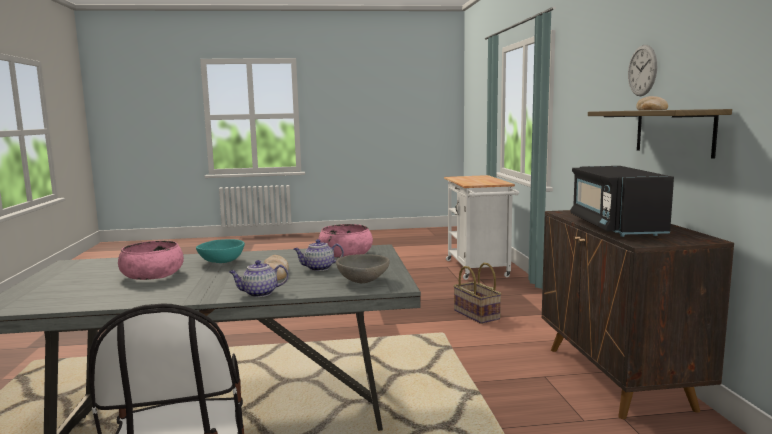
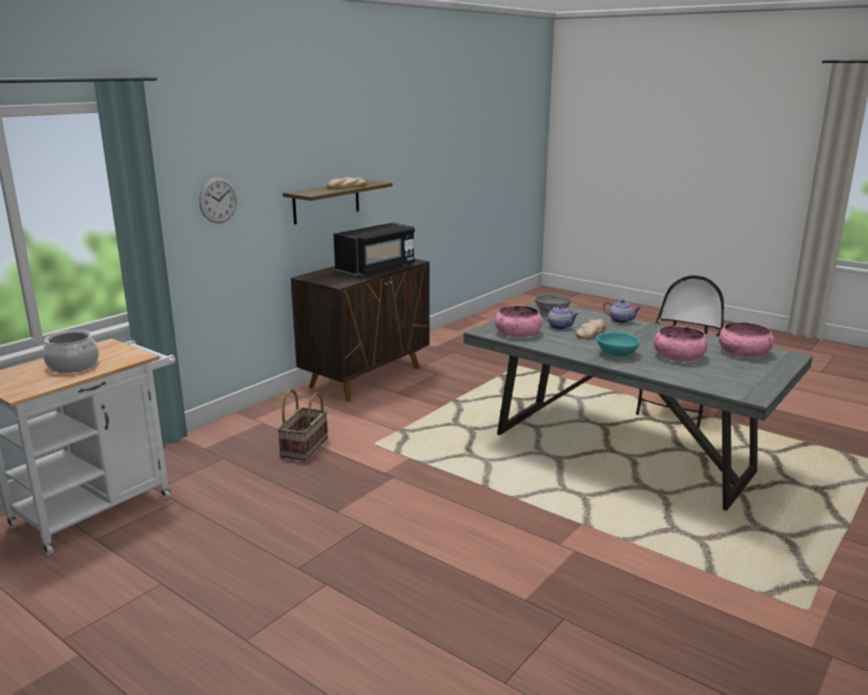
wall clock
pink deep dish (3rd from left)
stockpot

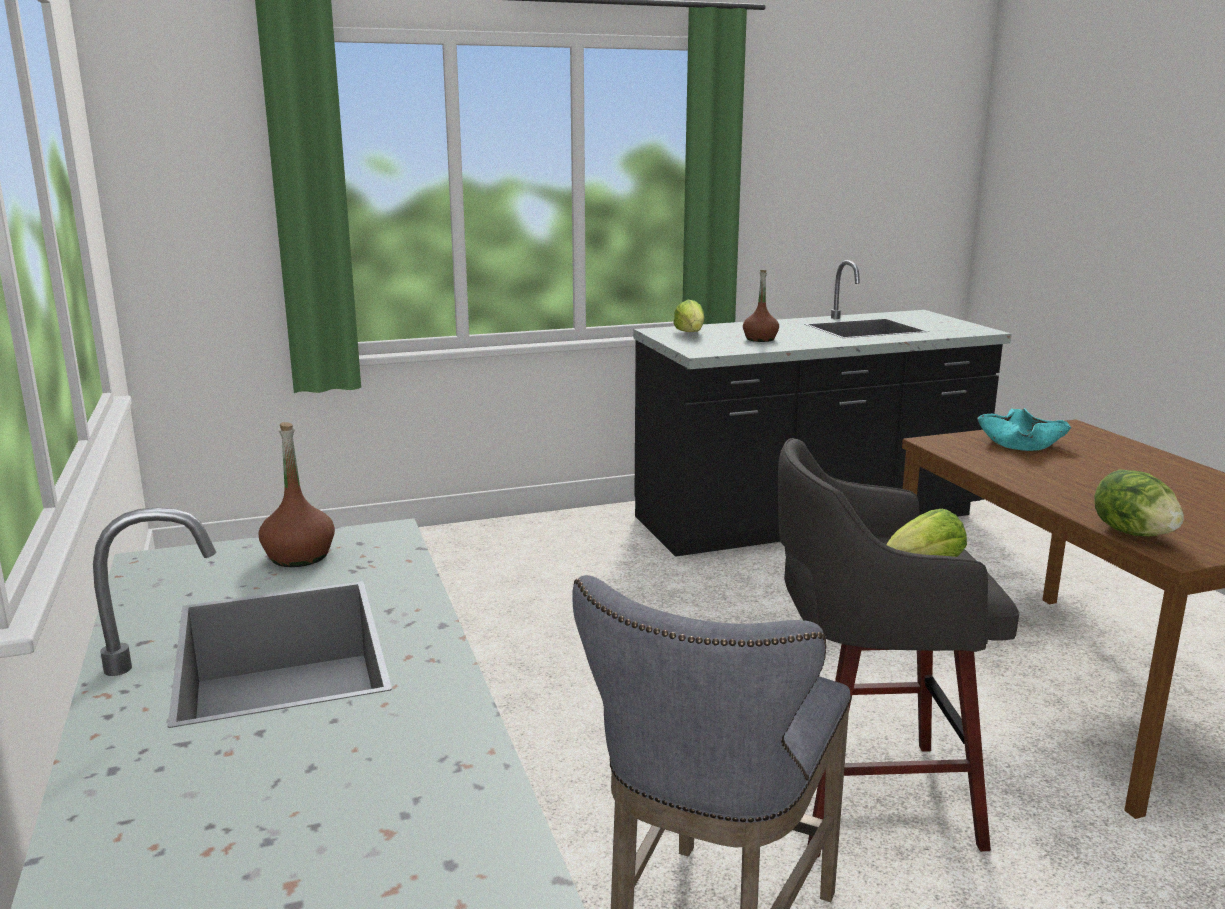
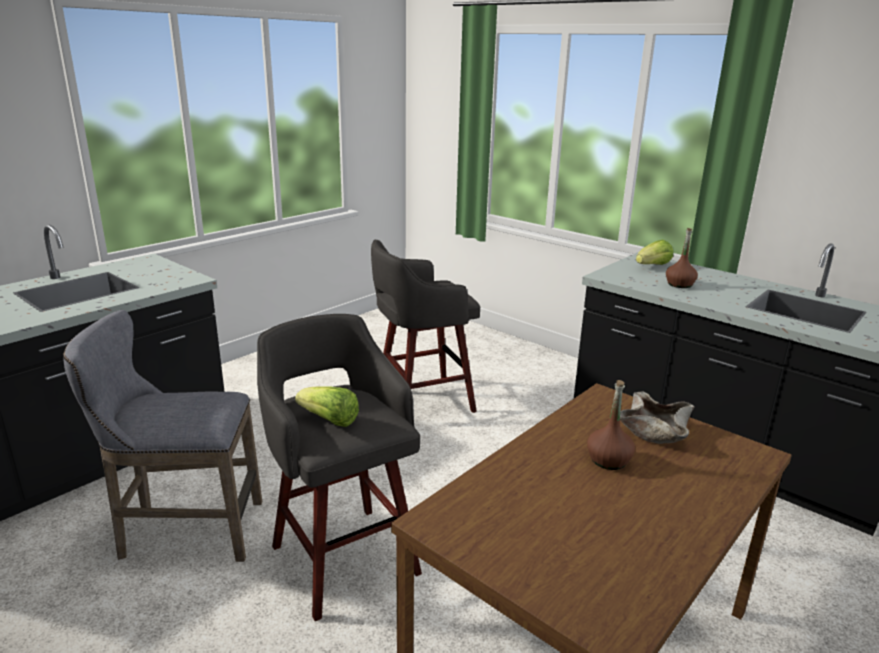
beige-coloured deep dish
brownish bottle (1st from left)
head of lettuce (3rd from left in the first image)
gray sitting stool (3rd from left)

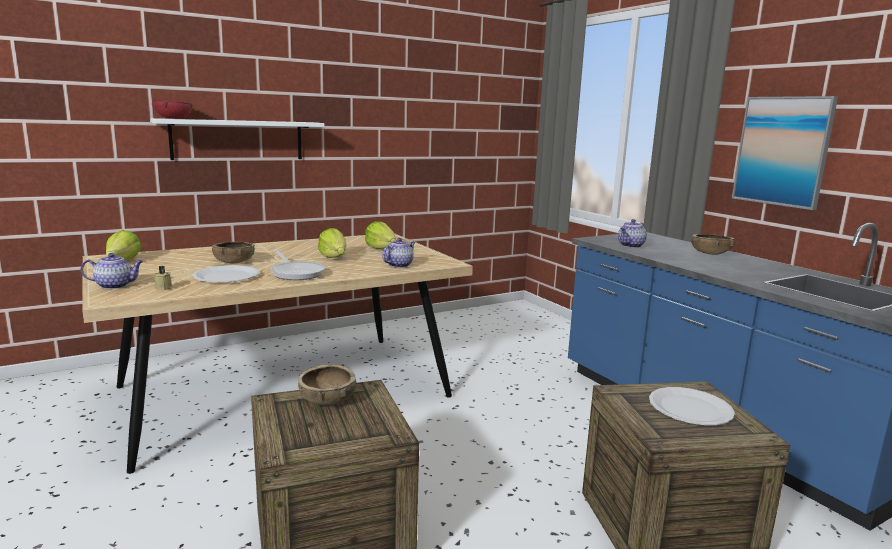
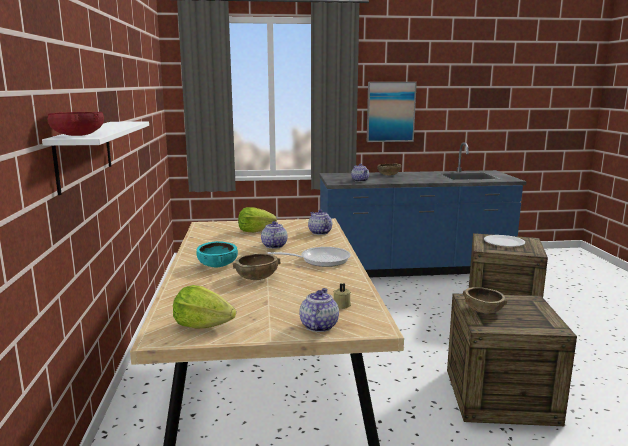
tea pot (1st from left)
white plate (1st from left in the first image)
turquoise-coloured deep dish

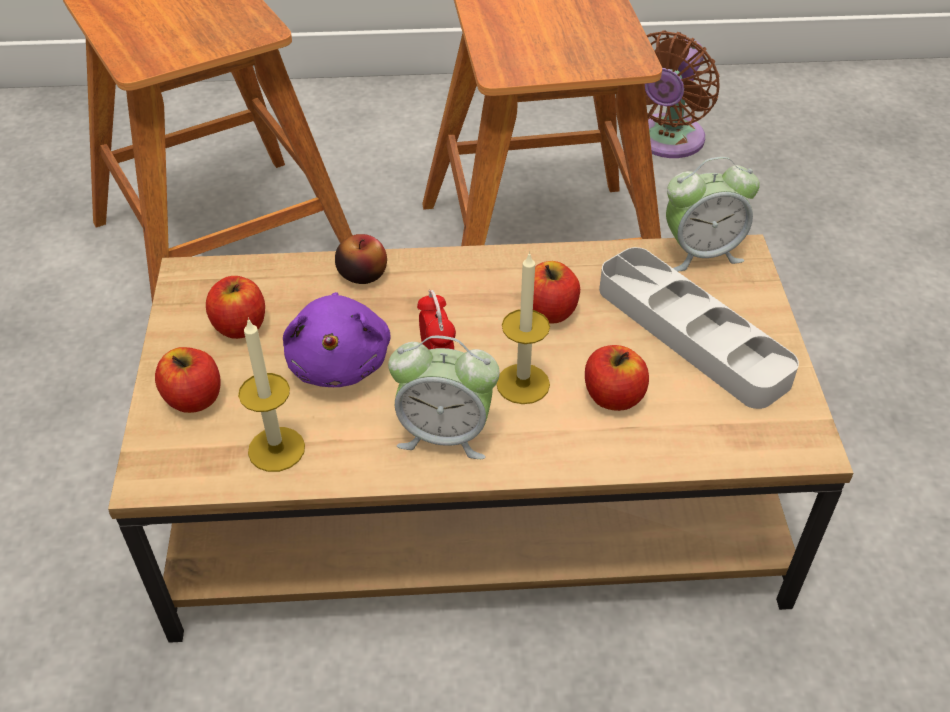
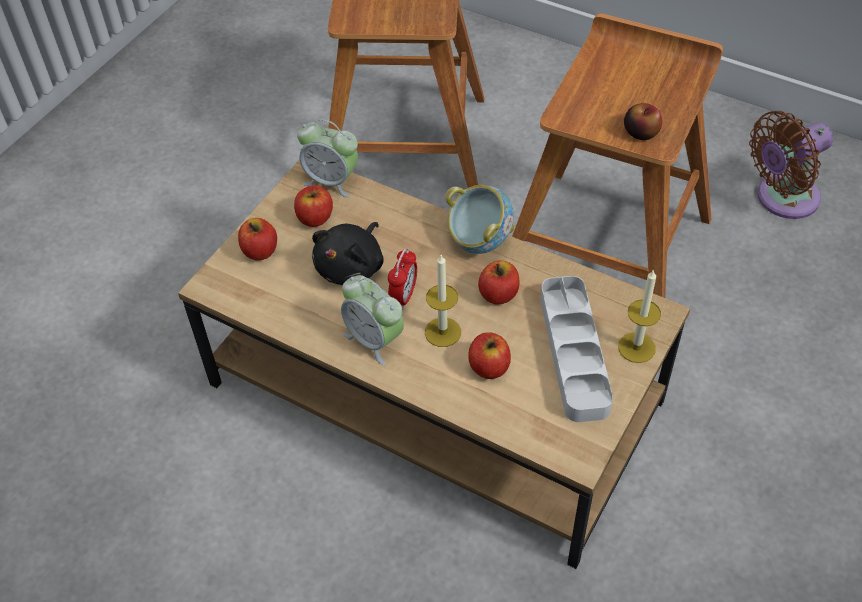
alarm clock (1st from left)
apple (5th from left)
black plush toy
wax candle (2nd from left)
deep dish

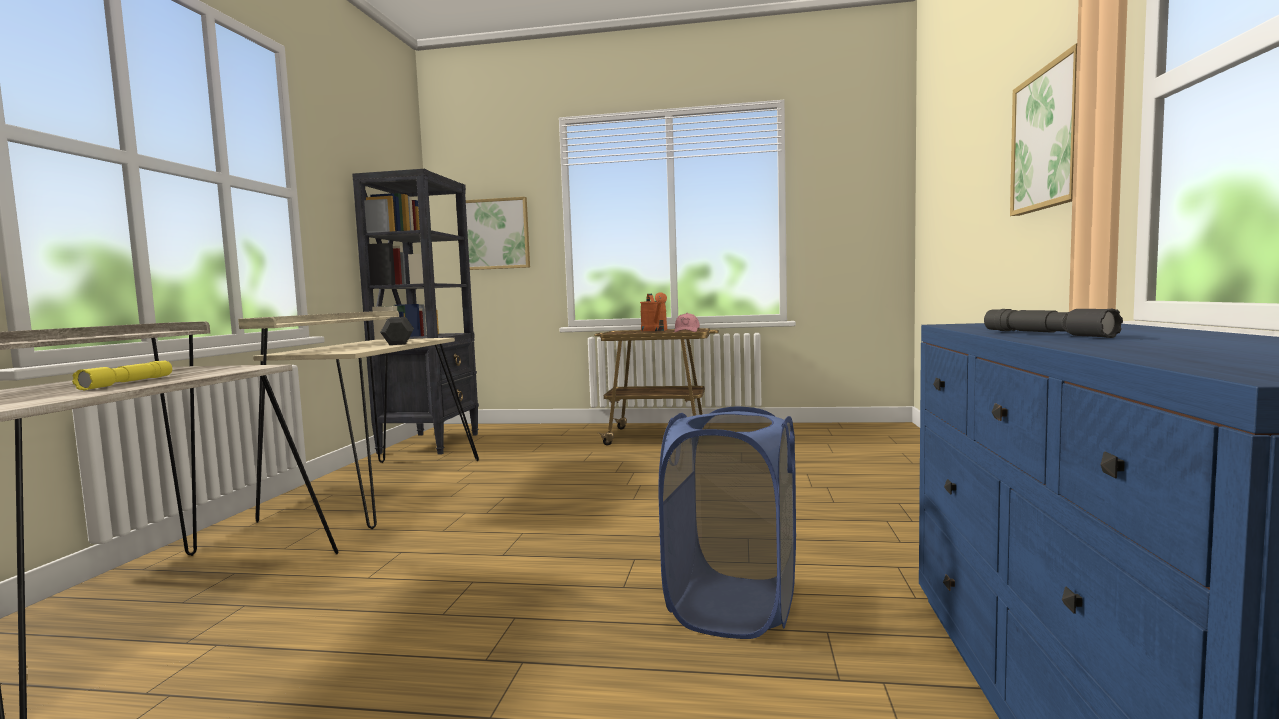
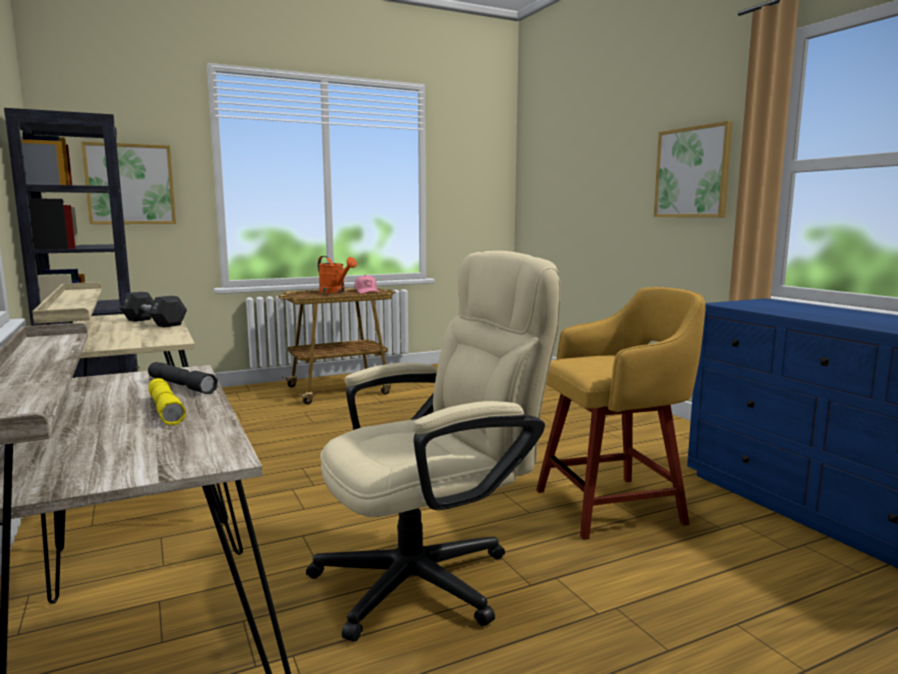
gray torch
yellow sitting stool
beige-coloured desk chair

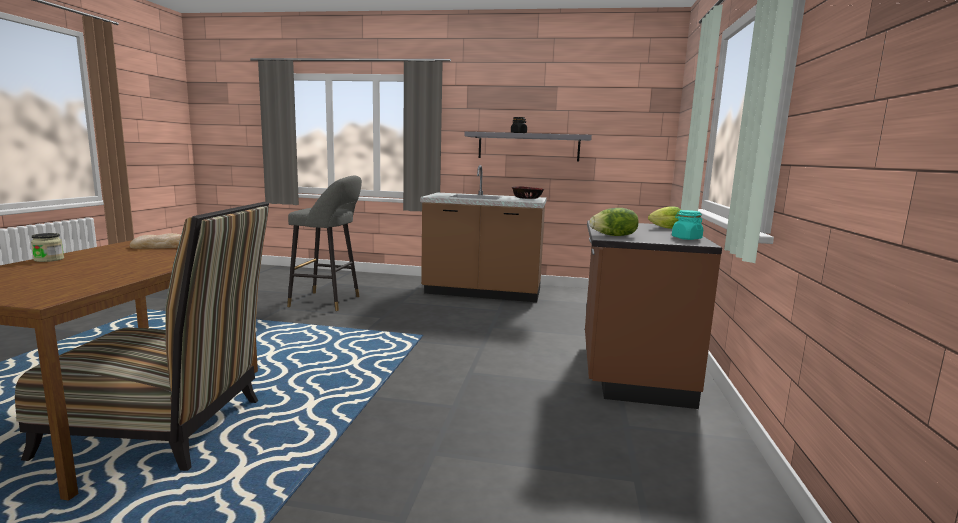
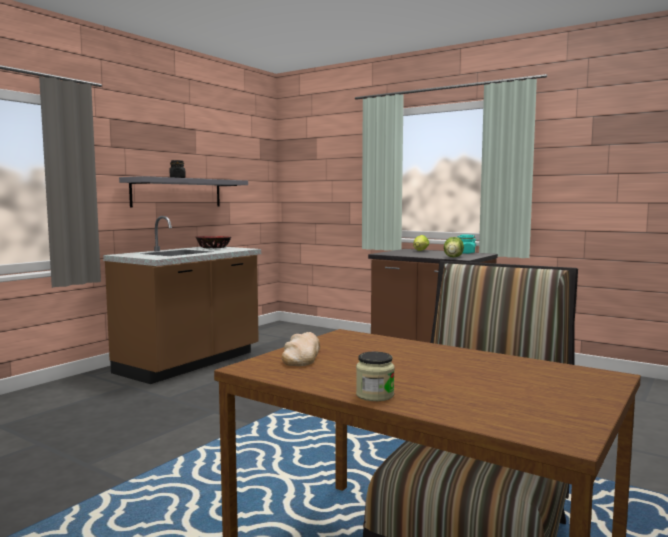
gray sitting stool

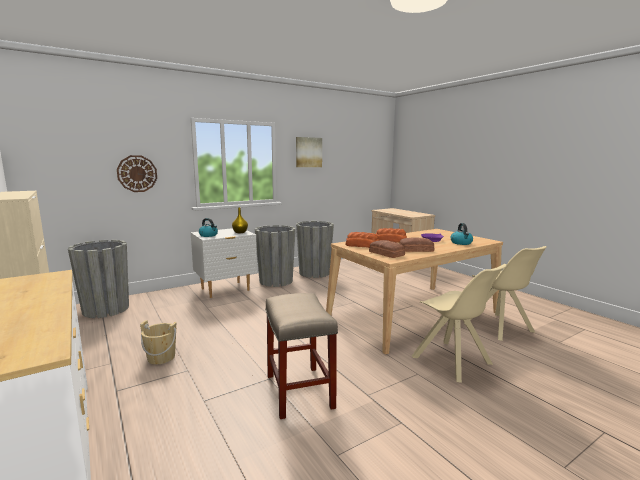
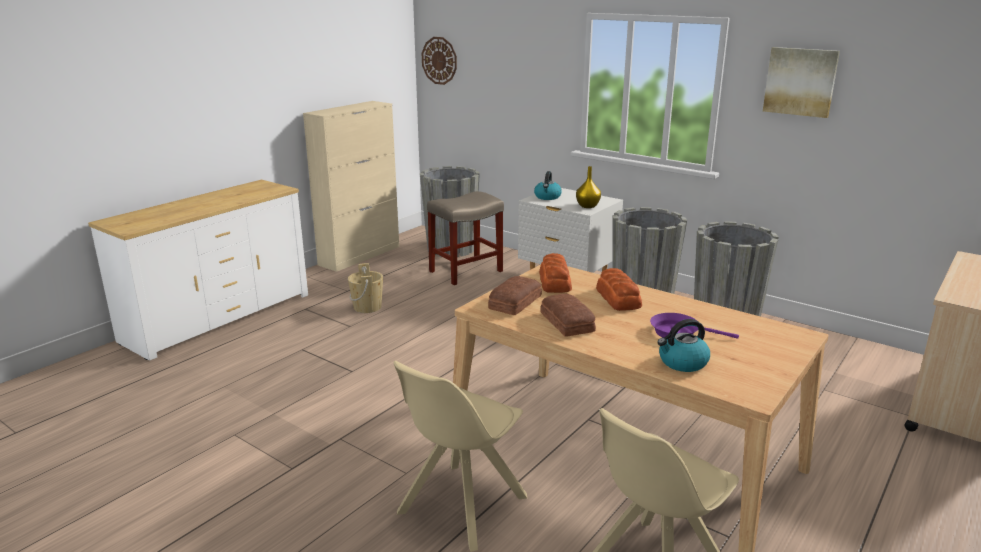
wall clock
beige-coloured sitting stool

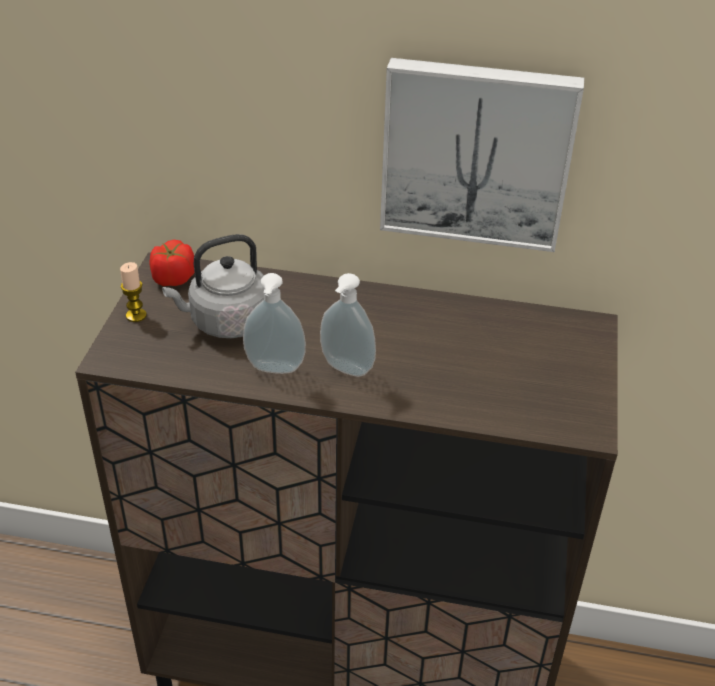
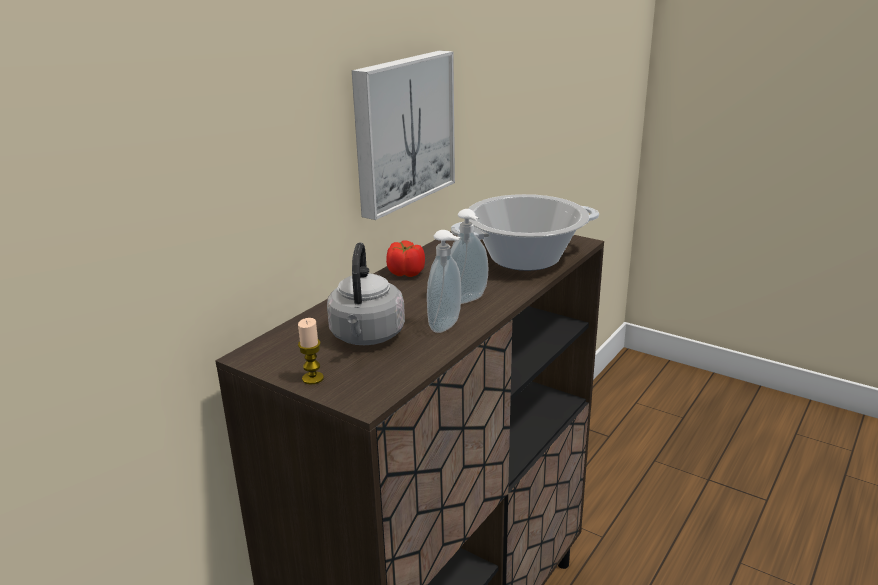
fresh tomato
stockpot

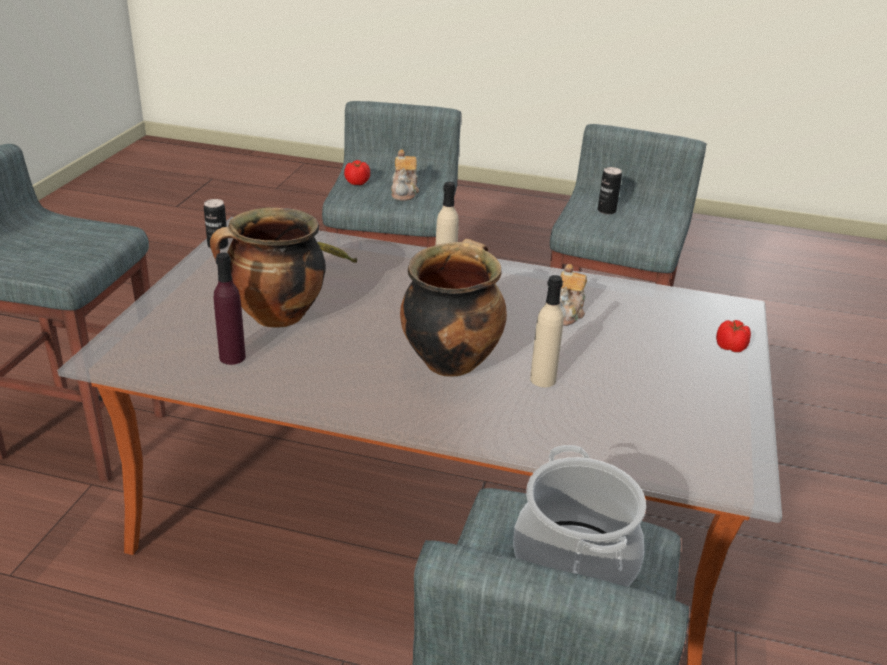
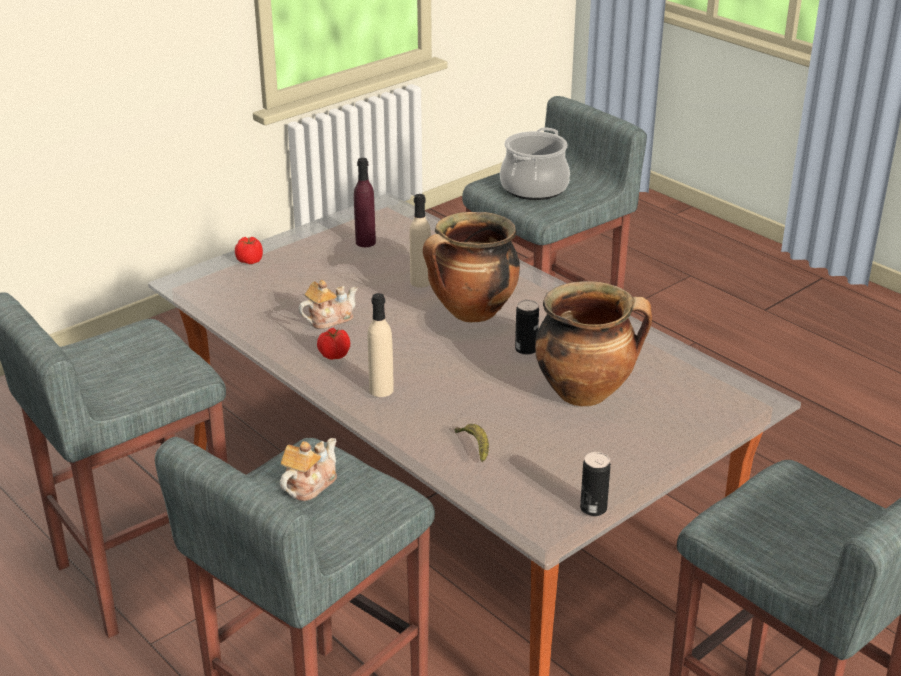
fresh tomato (2nd from left)
sealed can (1st from left)
purple-coloured bottle

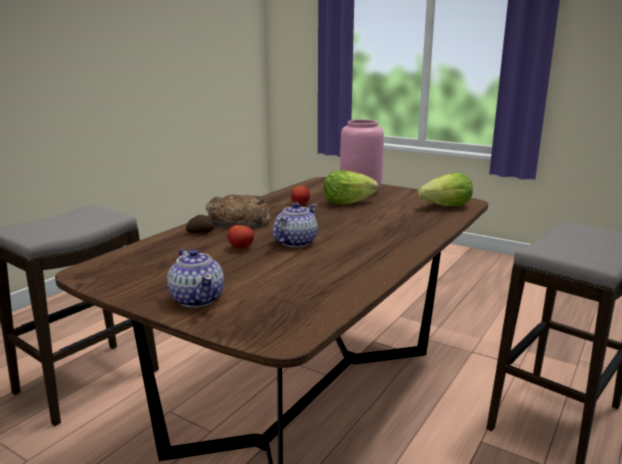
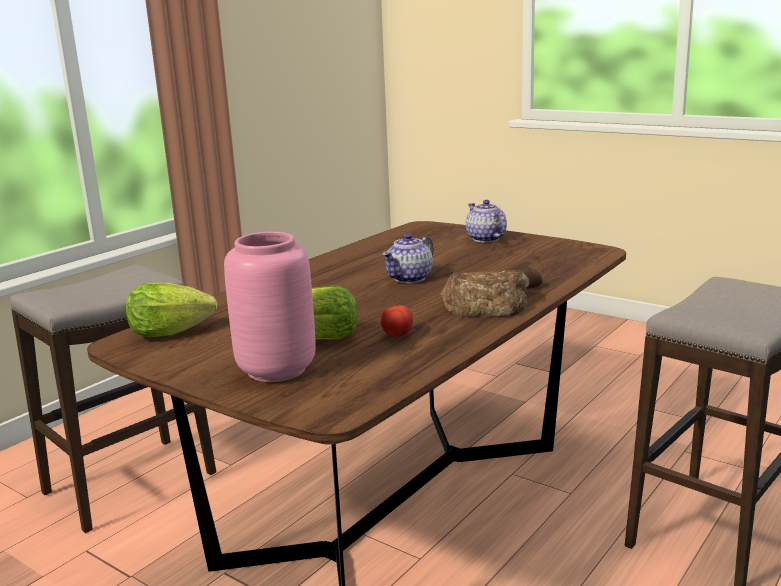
fresh tomato (1st from left in the first image)

